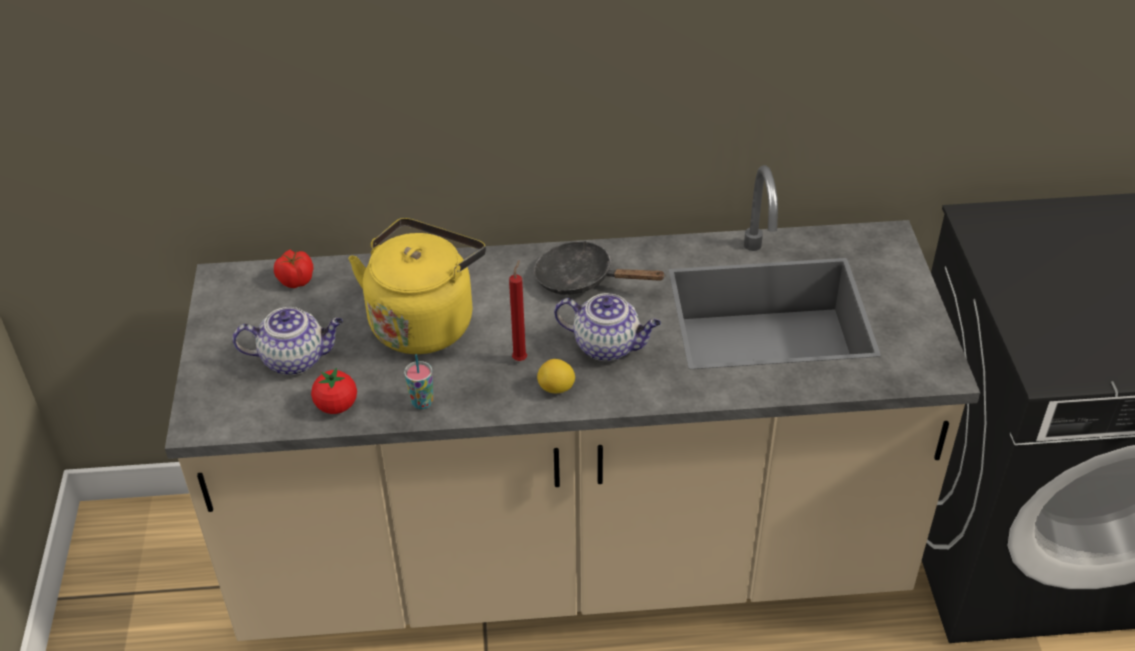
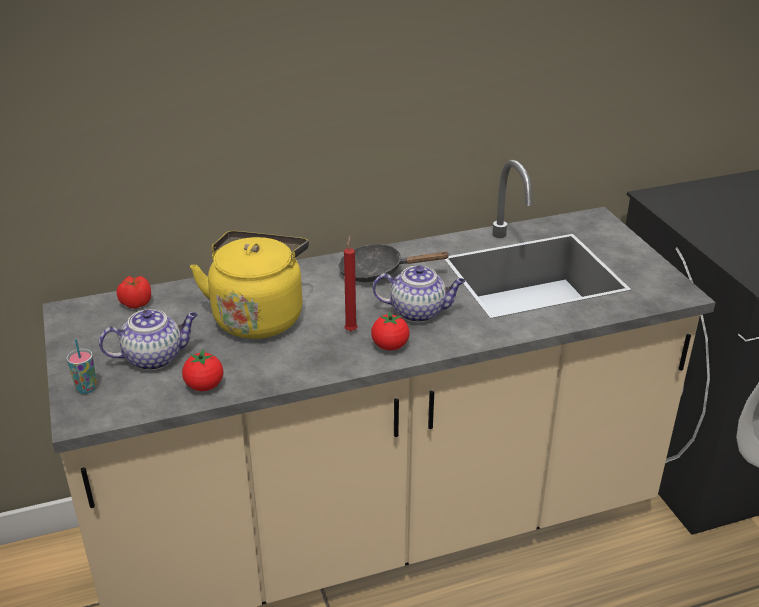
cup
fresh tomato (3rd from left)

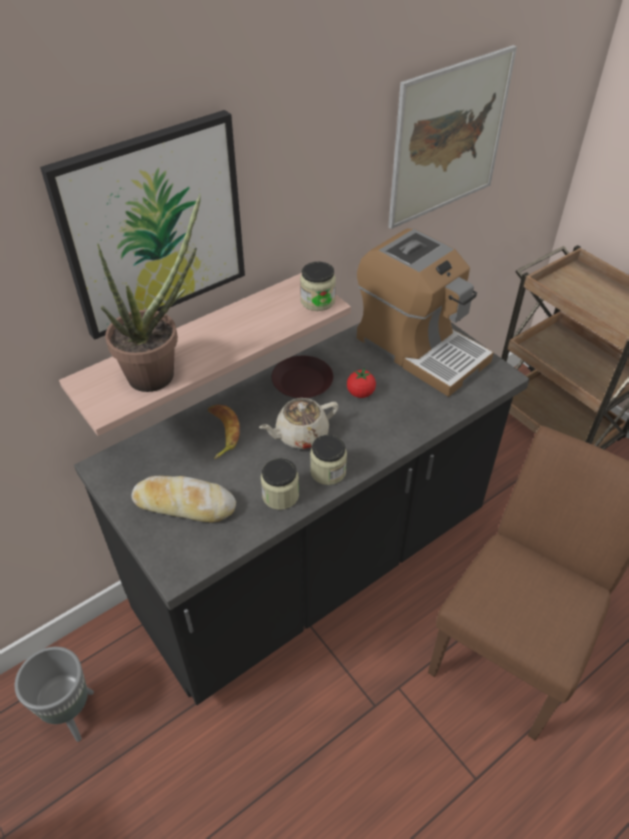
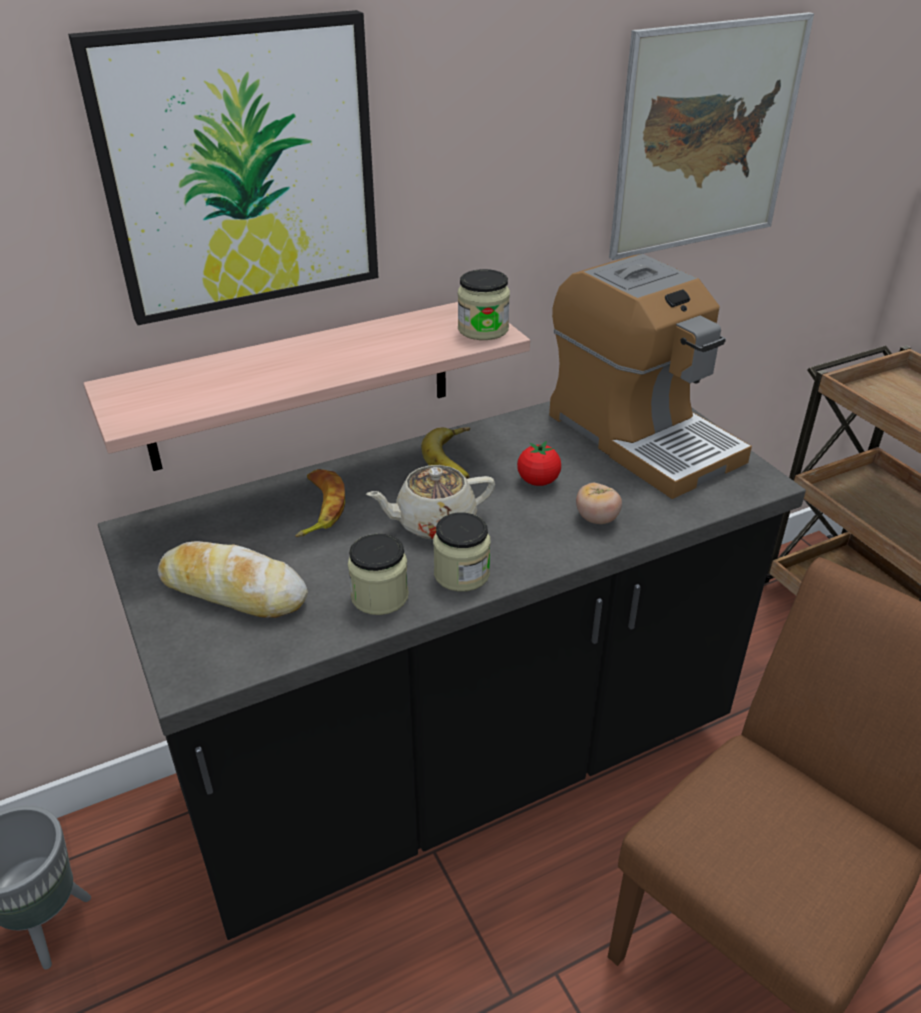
potted plant
banana (2nd from left)
fresh tomato (2nd from left)

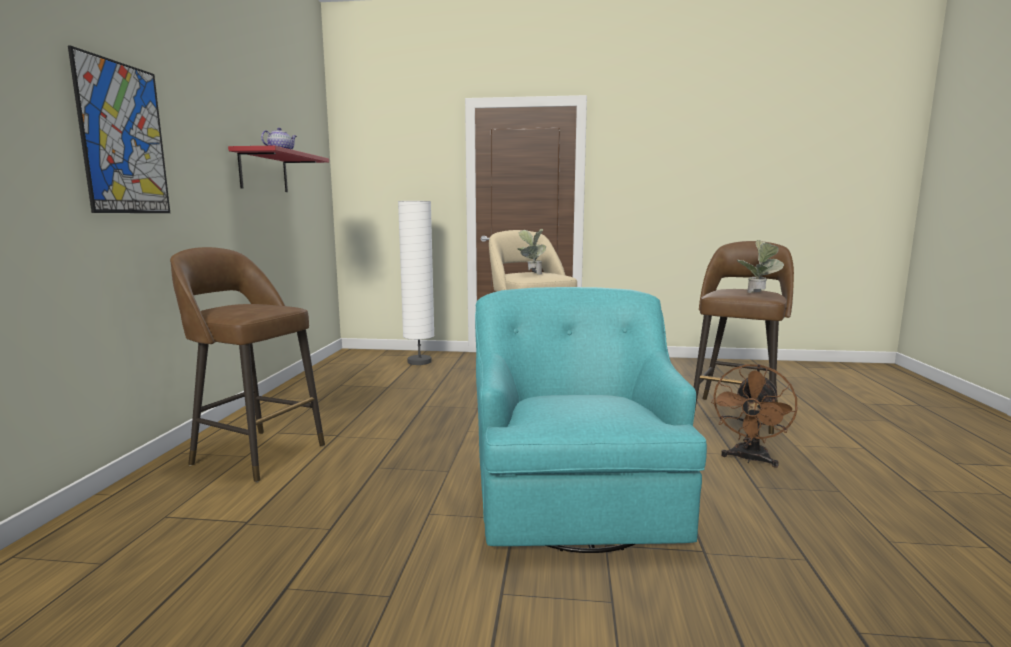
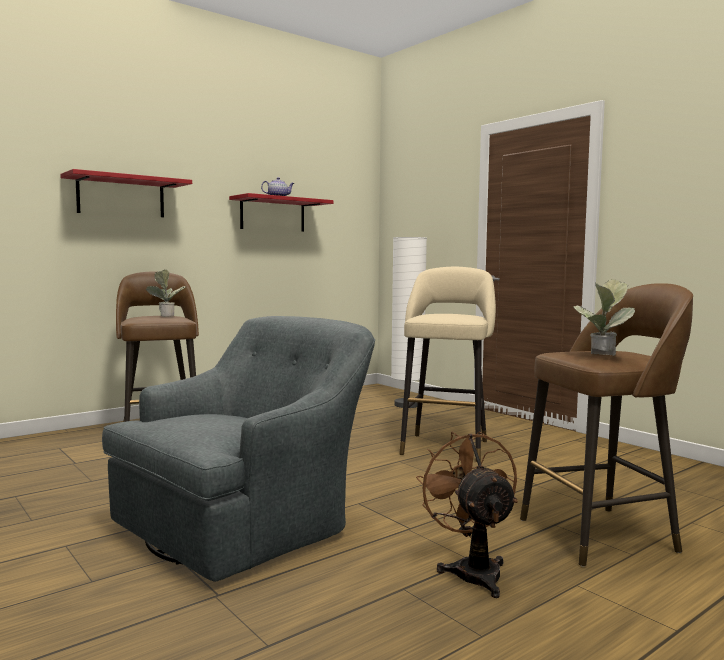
reddish shelf (1st from left)
potted plant (1st from left)
gray easy chair
brownish cooling fan

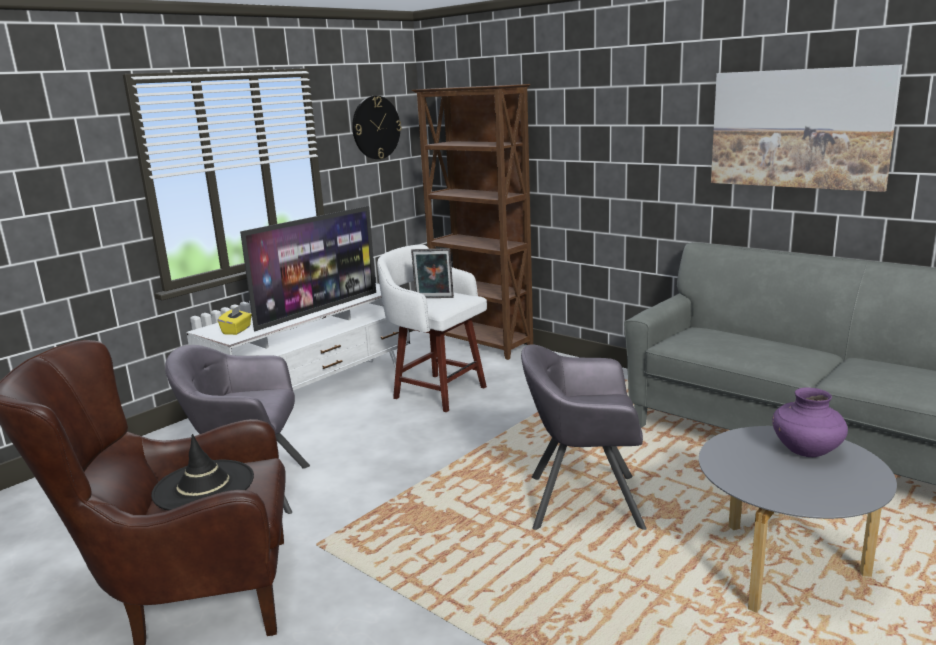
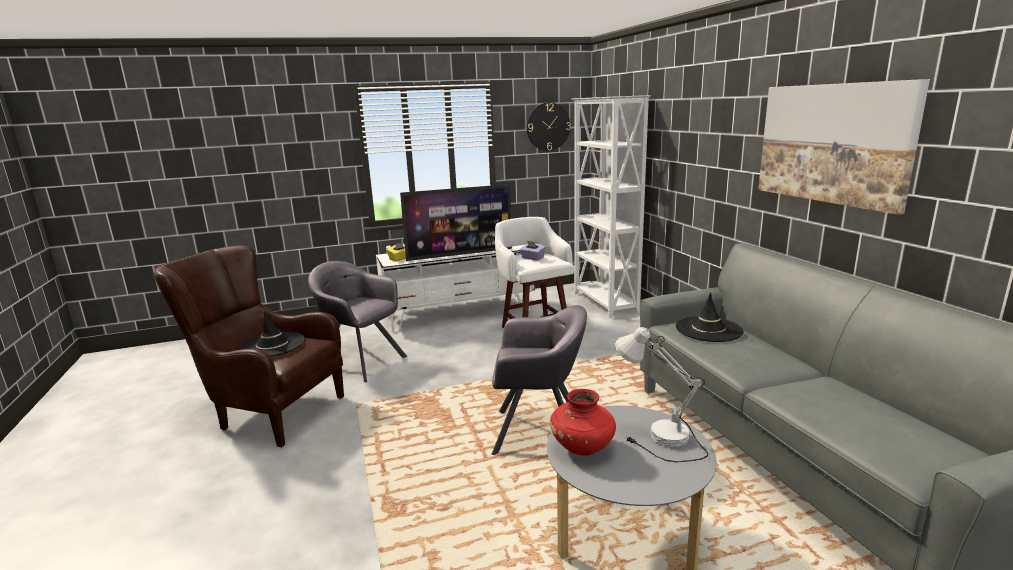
white bookshelf
purple-coloured box of tissues
gray easy chair (2nd from left)
white tabletop lamp
black clothing hat (2nd from left)
reddish vase

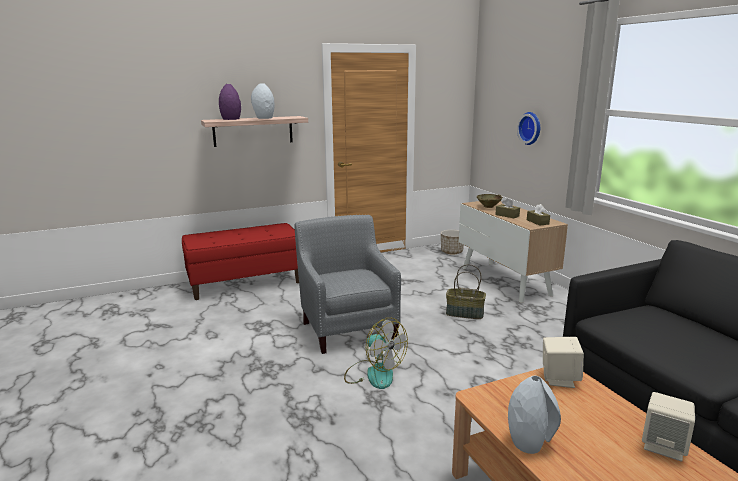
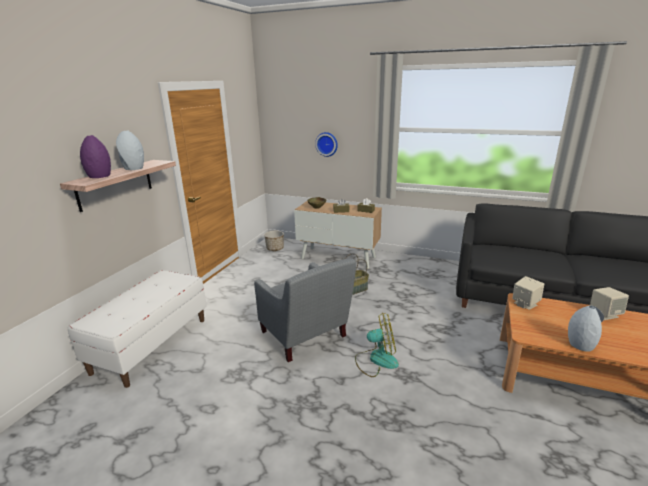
gray easy chair
white long seat

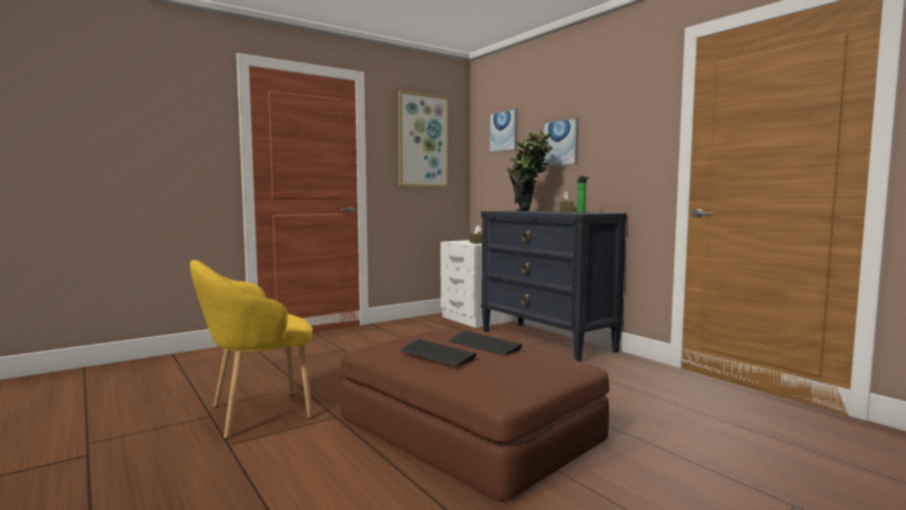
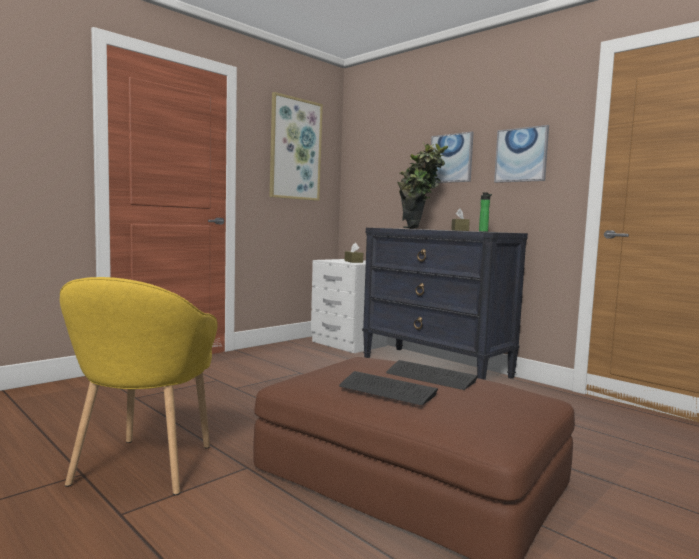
picture (3rd from left)
yellow easy chair

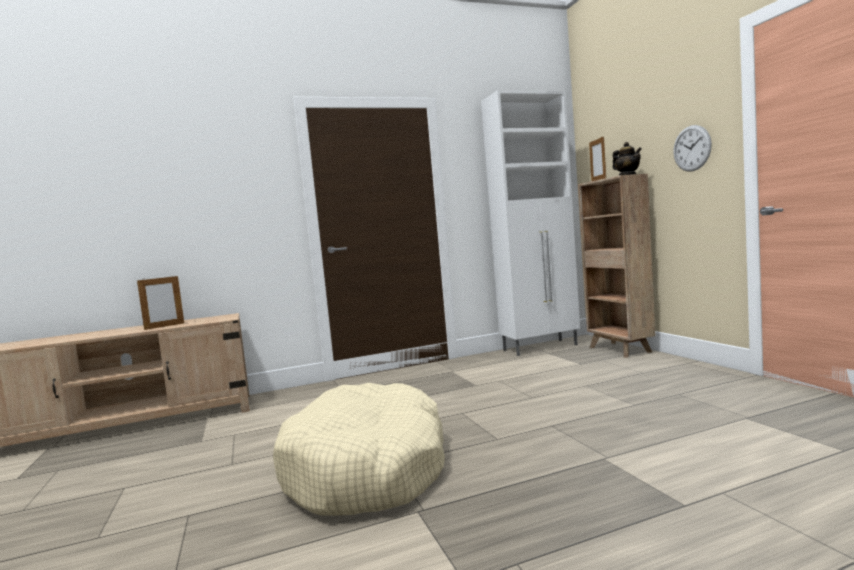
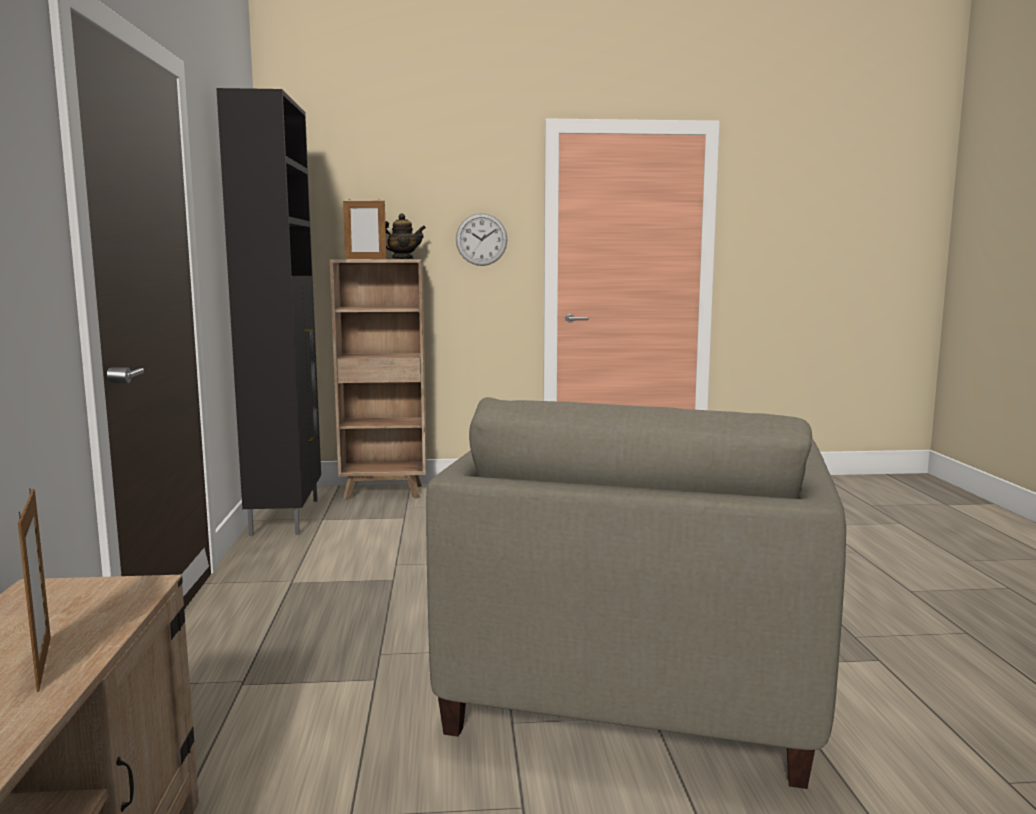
black cabinet
beige-coloured easy chair

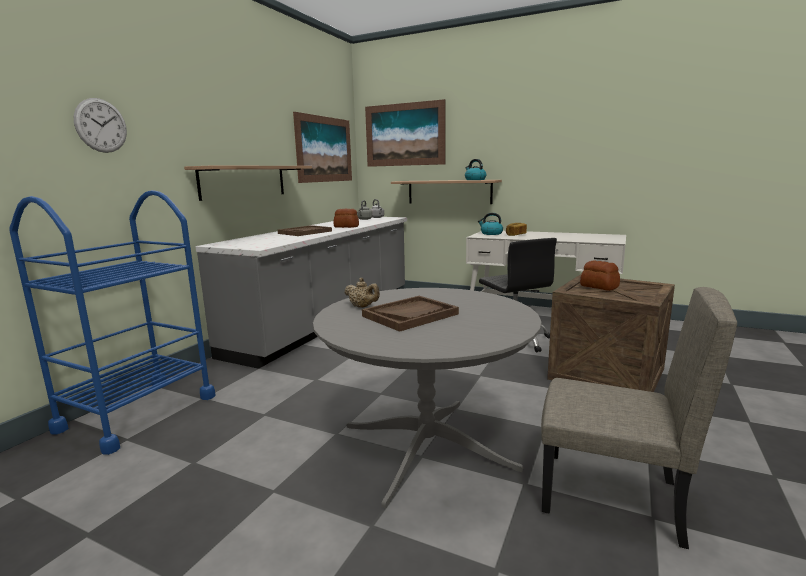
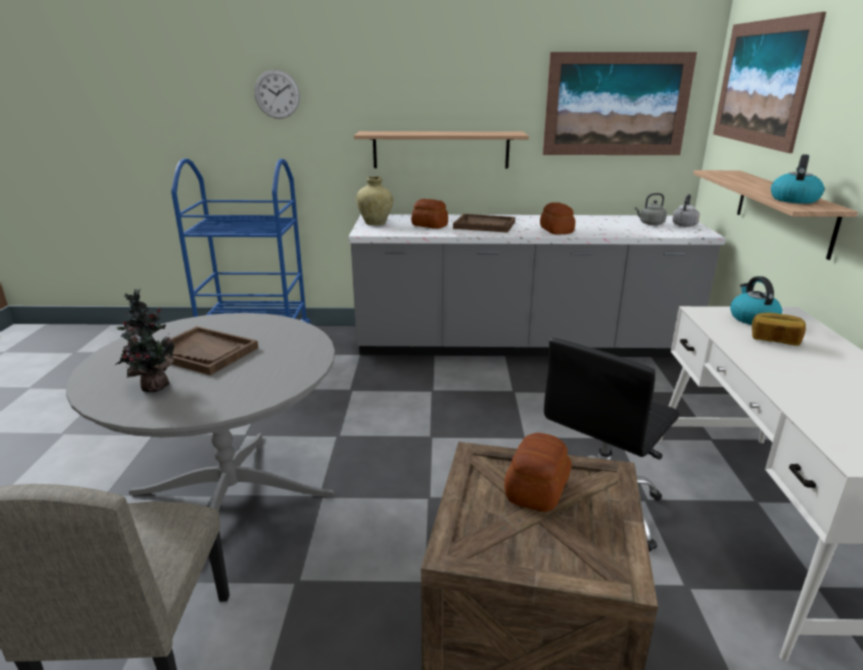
beige-coloured tea pot
beige-coloured vase
bakery bread (1st from left)
potted plant

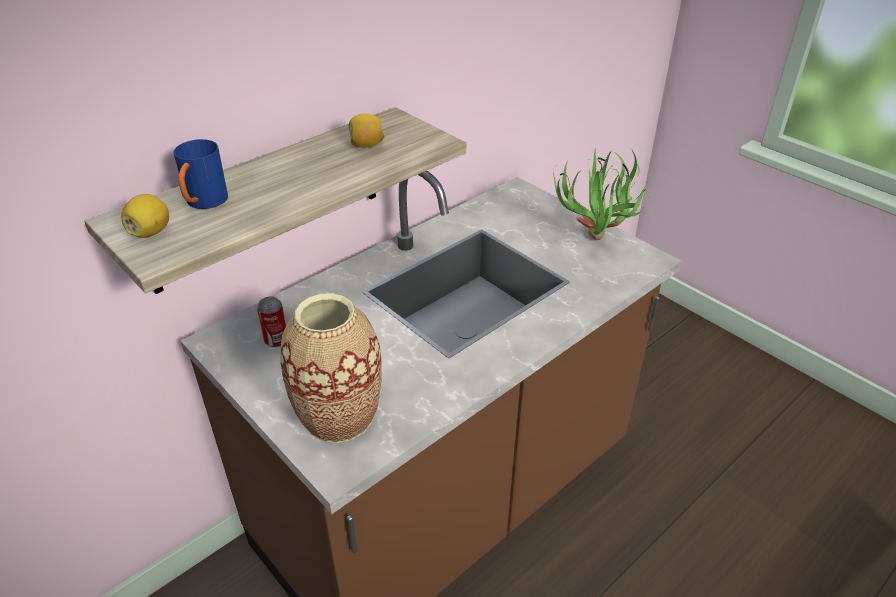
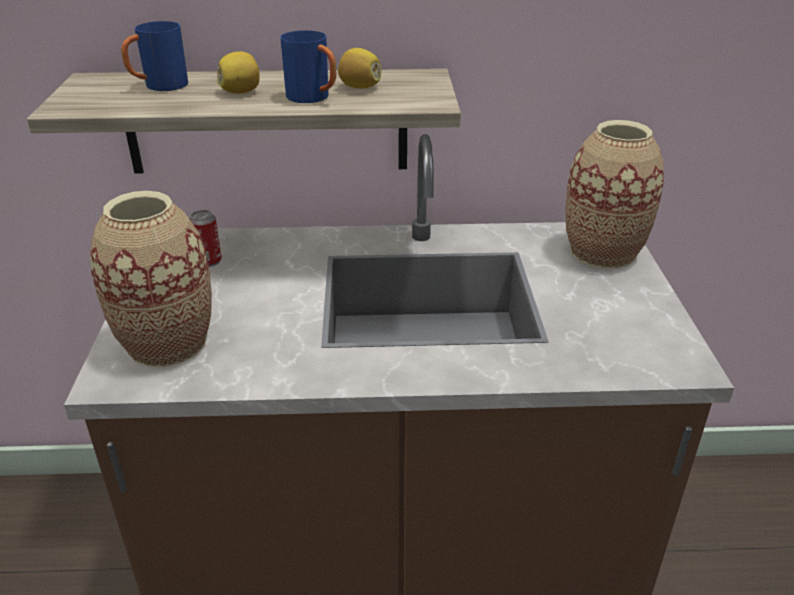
potted plant
whole lemon (1st from left)
blue mug (2nd from left)
vase (2nd from left)

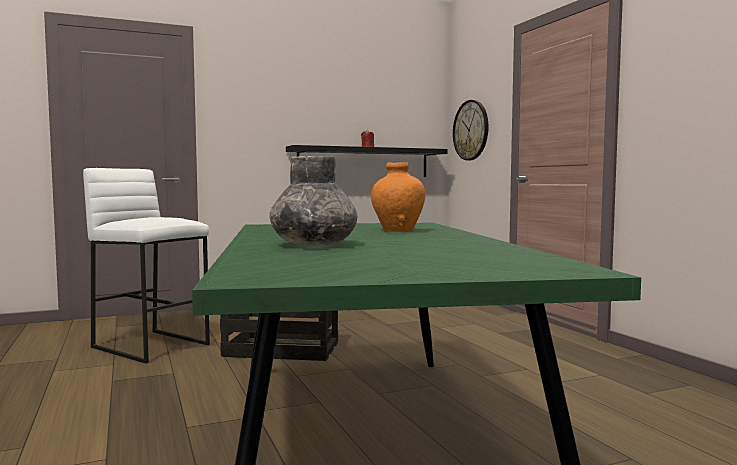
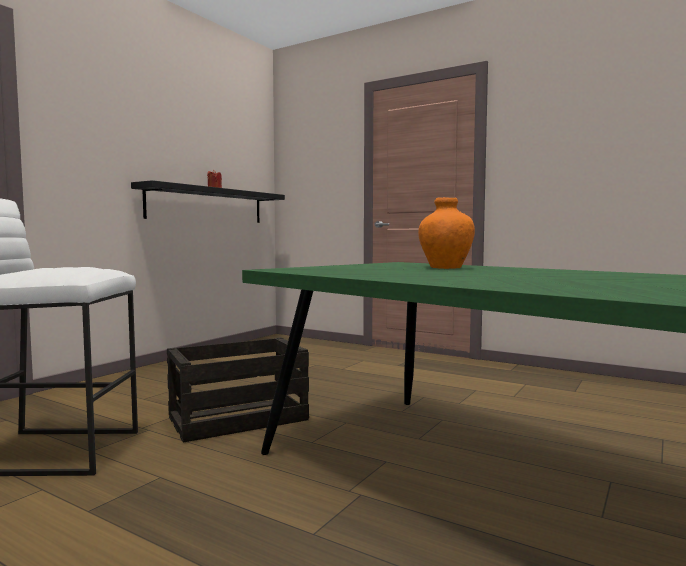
wall clock
gray vase

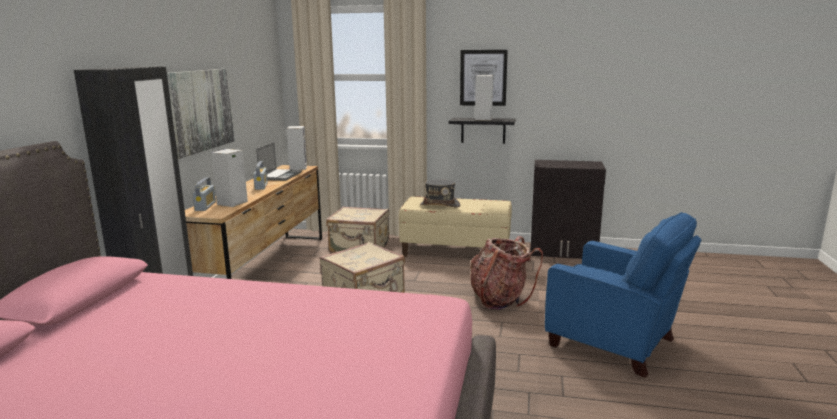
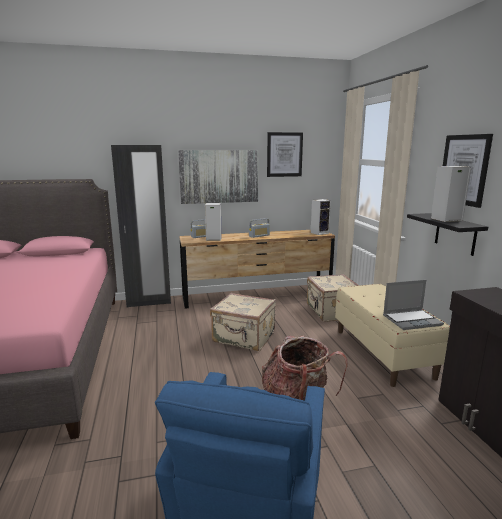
portable computer
gray clothing hat
picture (2nd from left)

